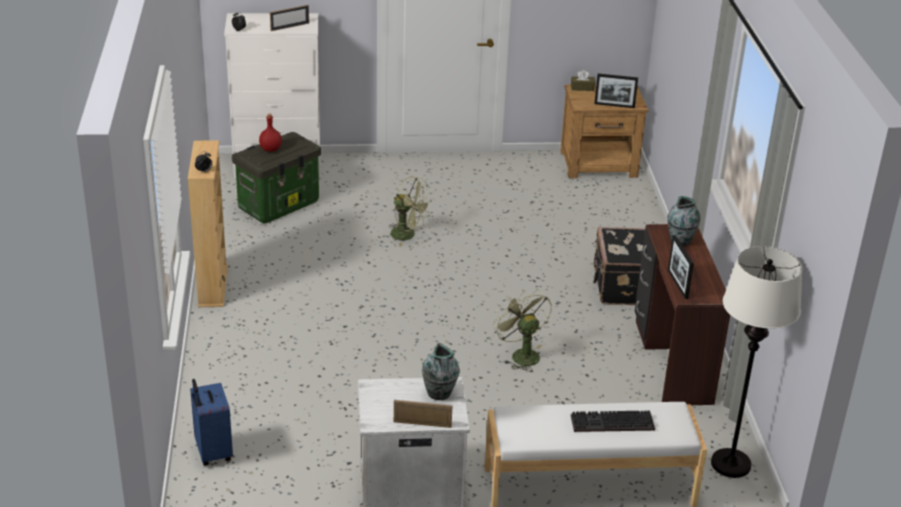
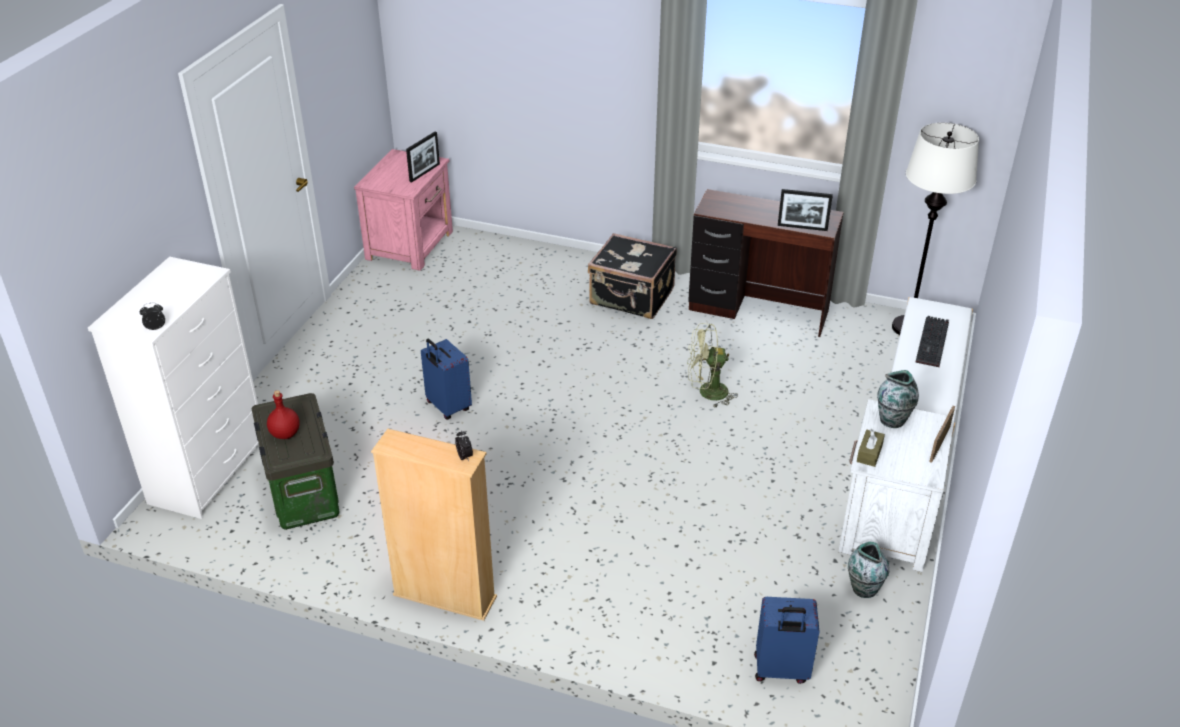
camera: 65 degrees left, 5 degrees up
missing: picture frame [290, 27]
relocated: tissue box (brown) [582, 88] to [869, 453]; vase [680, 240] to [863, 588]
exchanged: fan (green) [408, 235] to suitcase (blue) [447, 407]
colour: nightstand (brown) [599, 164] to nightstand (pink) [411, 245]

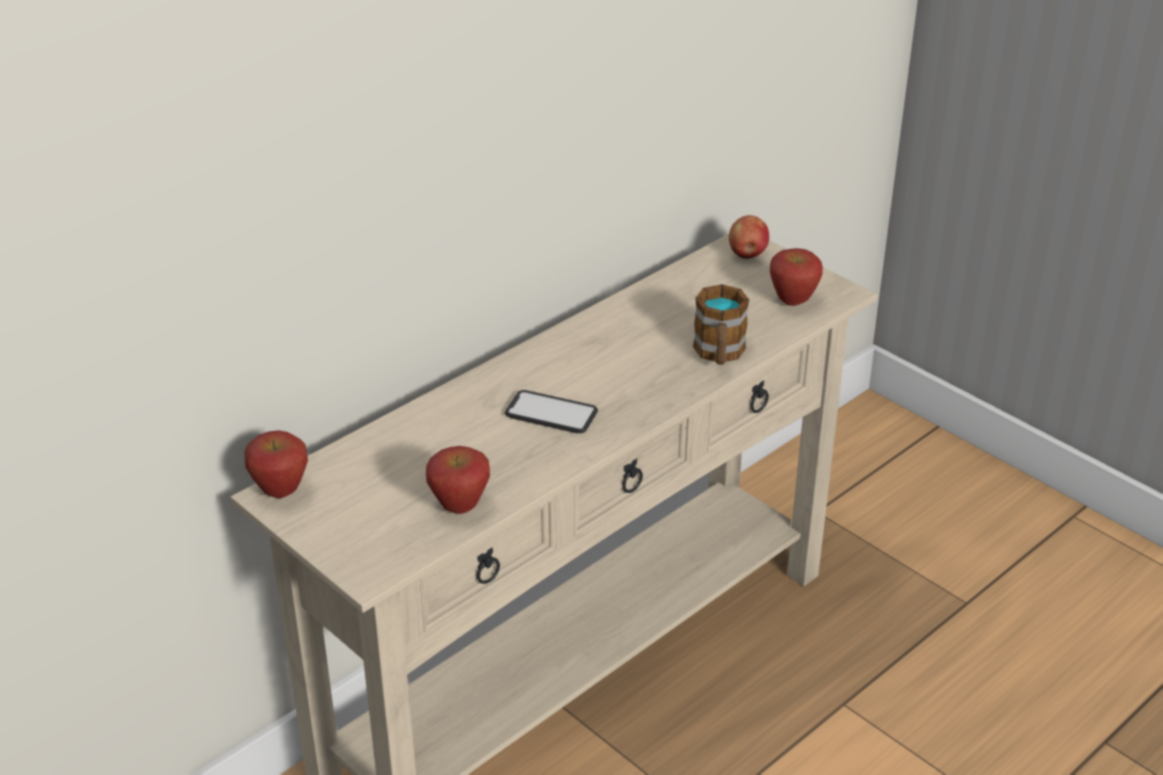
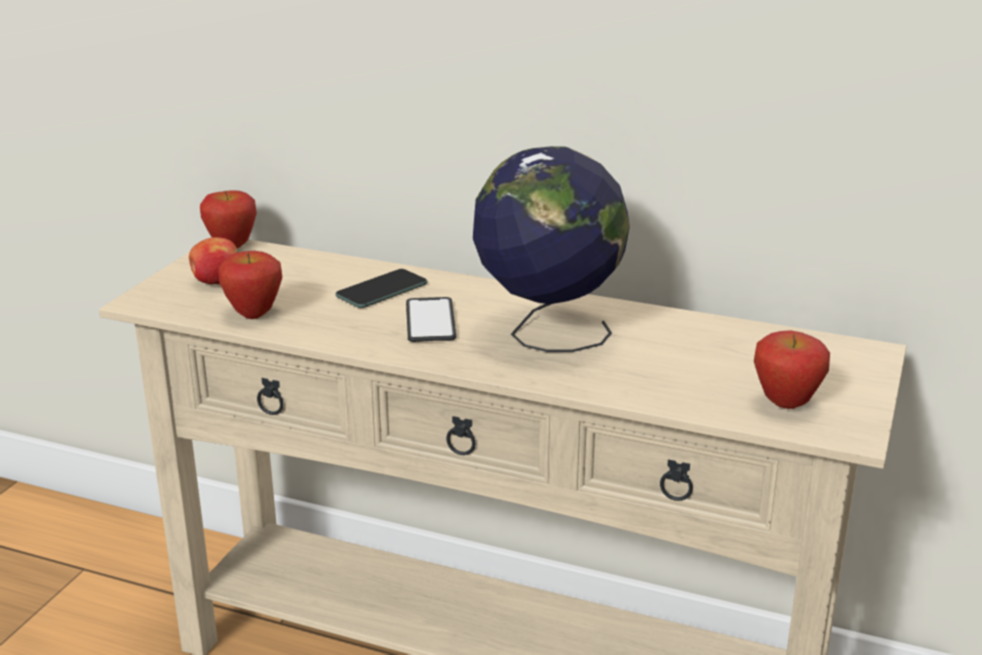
camera: 65 degrees right, 10 degrees down
missing: mug [719, 354]
appeared: phone [382, 290]; globe [547, 334]
relocated: apple [747, 254] to [216, 283]

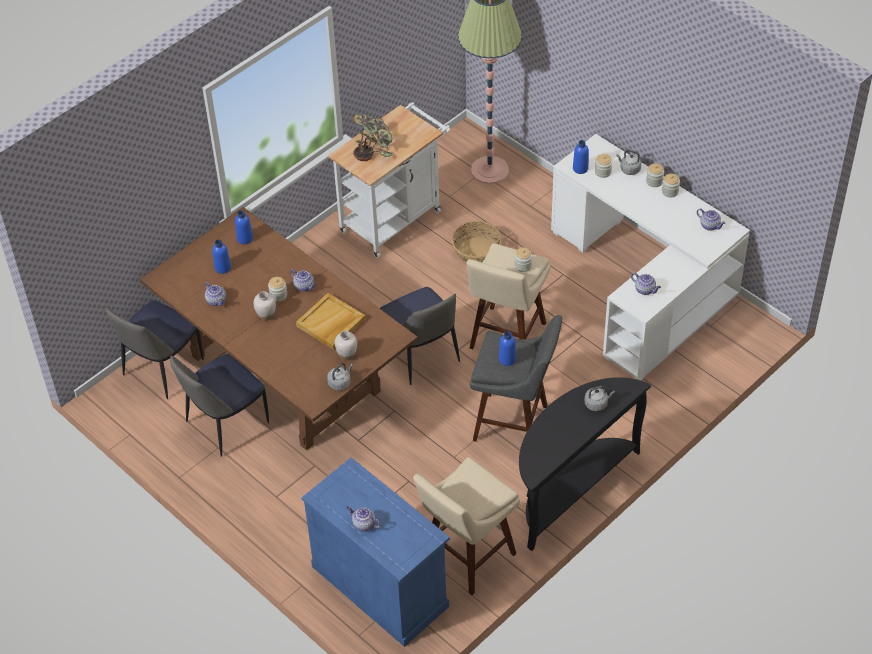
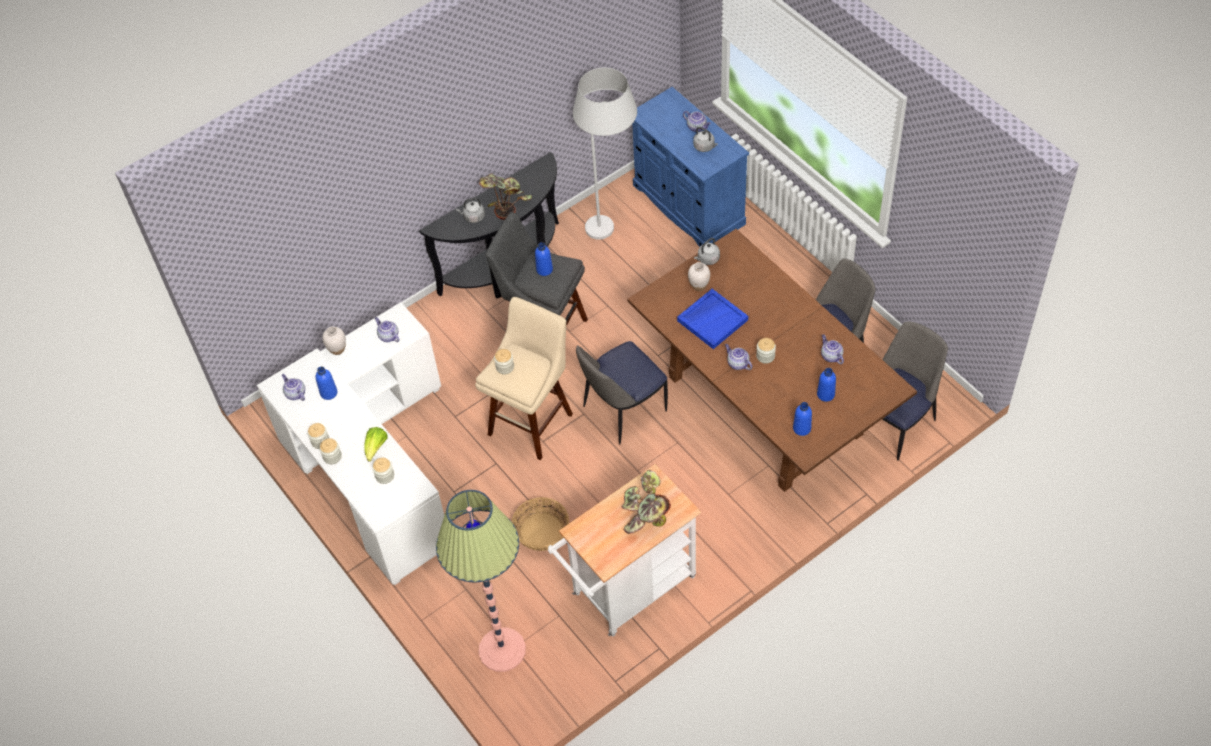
camera: 170 degrees left, 5 degrees up
appeared: lettuce [376, 448]; potted plant [505, 201]
relocated: vase (white) [266, 315] to [337, 349]; bottle (blue) [580, 168] to [328, 393]; kettle (grey) [629, 169] to [705, 147]
exchanged: stool (beige) [466, 558] to floor lamp (white) [612, 220]
colour: tray (beige) [331, 323] to tray (blue) [712, 320]
spun: chair [421, 356] = [623, 410] 105 degrees counterclockwise

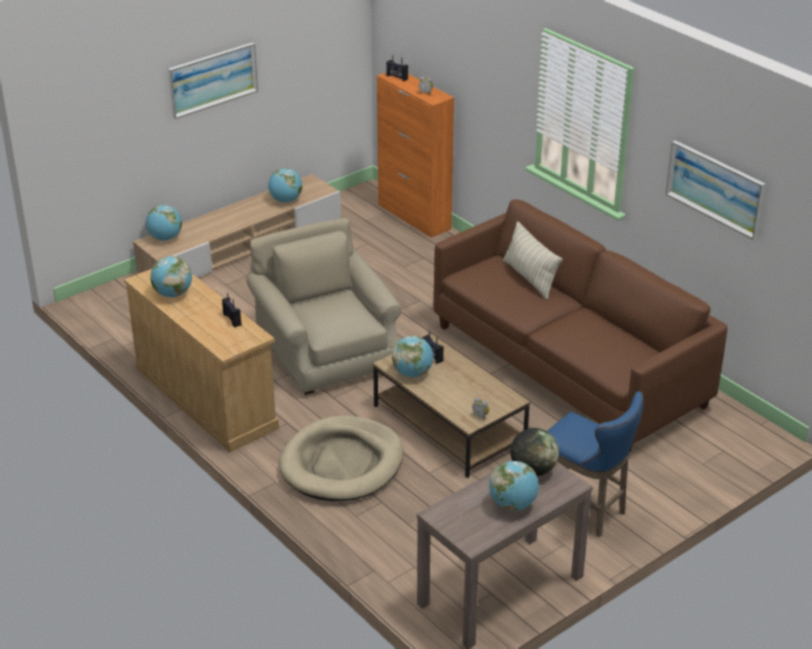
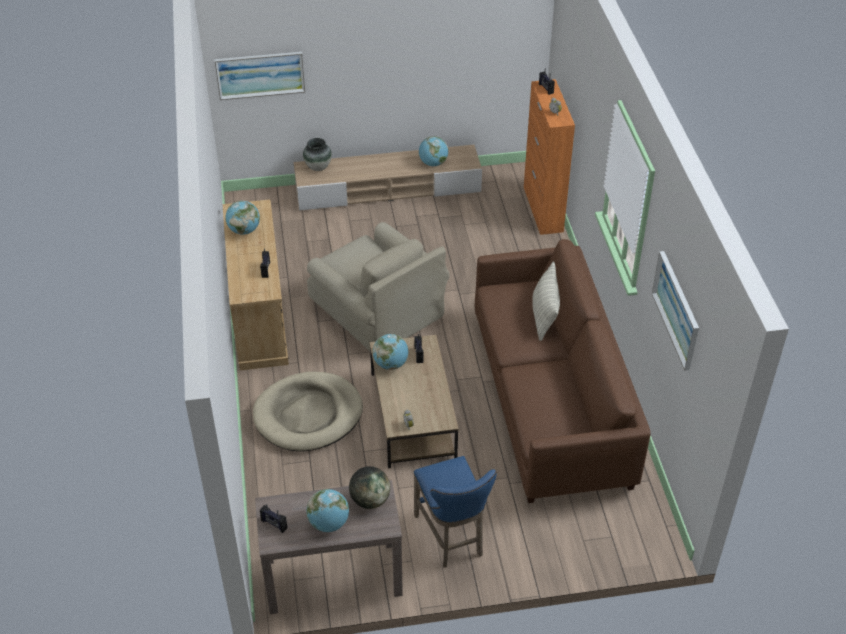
camera: 30 degrees right, 10 degrees up
appeared: radio [274, 524]
relocated: picture [212, 79] to [260, 75]
exchanged: globe [165, 238] to vase [318, 167]
spun: armchair (beige) [326, 350] = [376, 309] 135 degrees clockwise

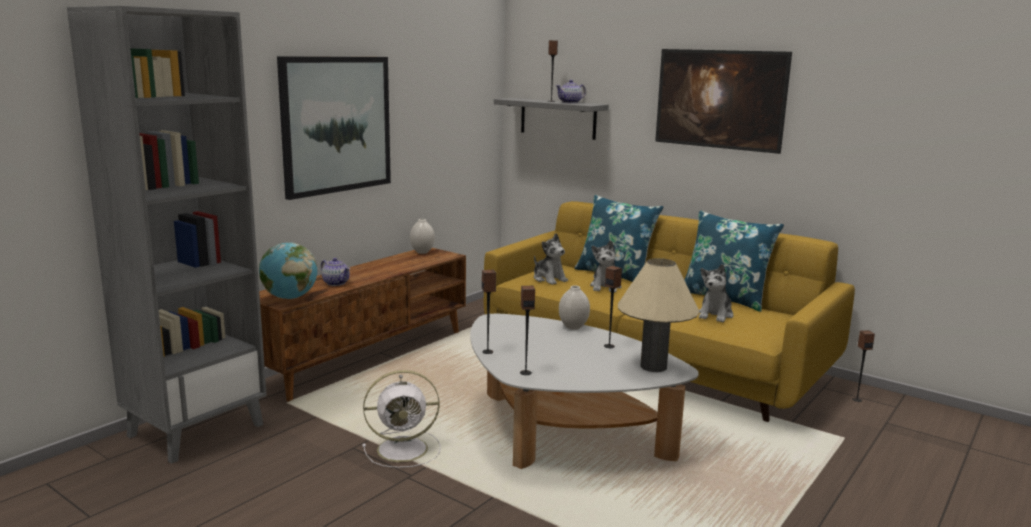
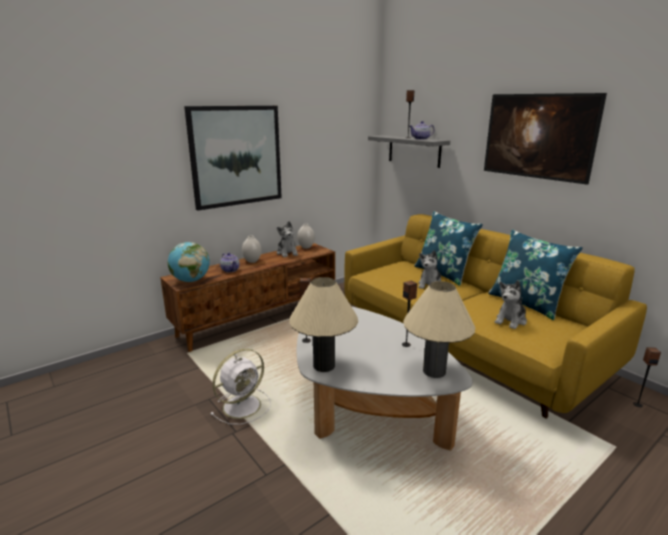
camera: 15 degrees right, 5 degrees up
missing: bookcase (grey) [196, 429]
relocated: plush toy [549, 279] to [287, 253]; vase (white) [573, 327] to [252, 261]
exchanged: speaker [525, 372] to table lamp (beige) [324, 365]
spun: fan (white) [405, 449] = [243, 405] 45 degrees counterclockwise

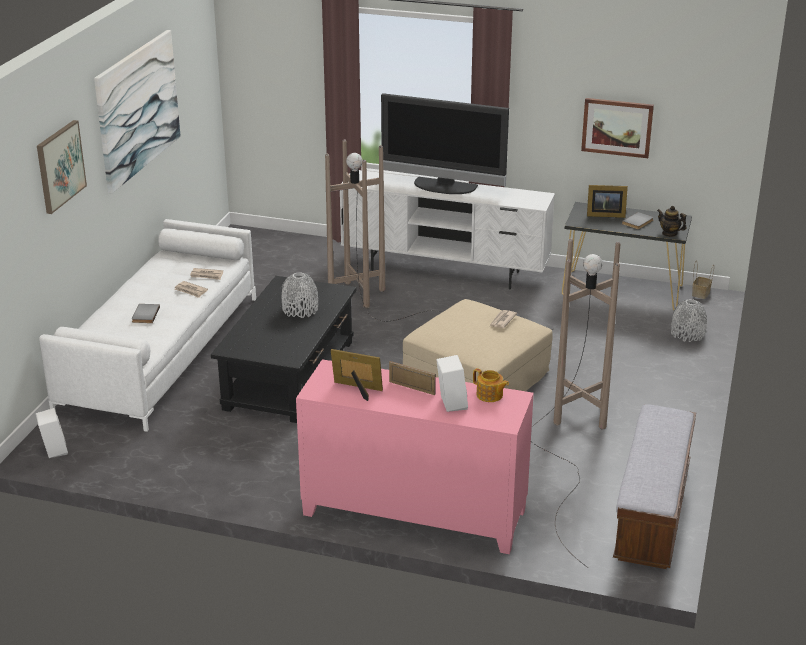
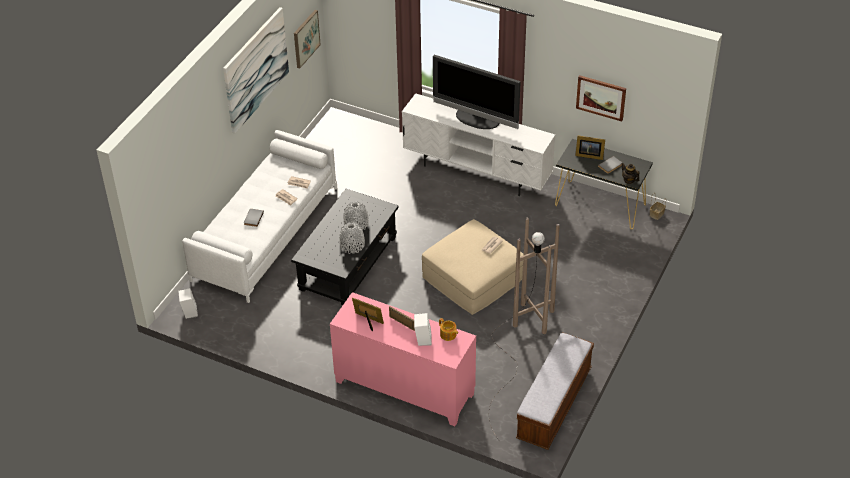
camera: 10 degrees right, 15 degrees up
missing: floor lamp (brown) [397, 308]
relocated: picture [60, 166] to [306, 38]; vase (grey) [687, 334] to [352, 245]

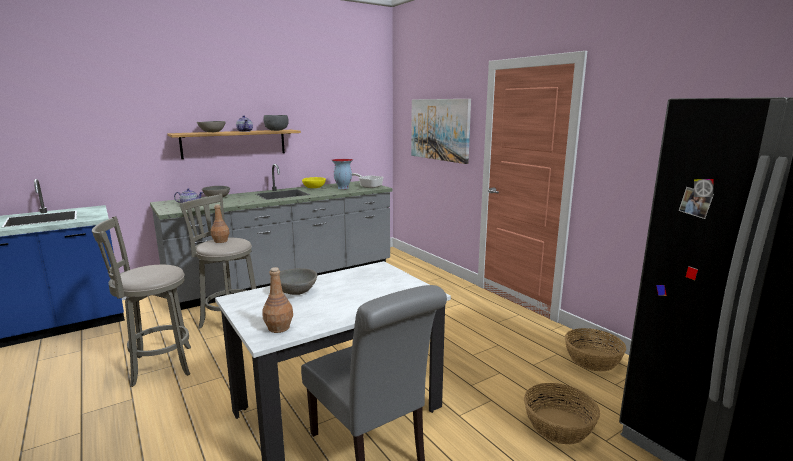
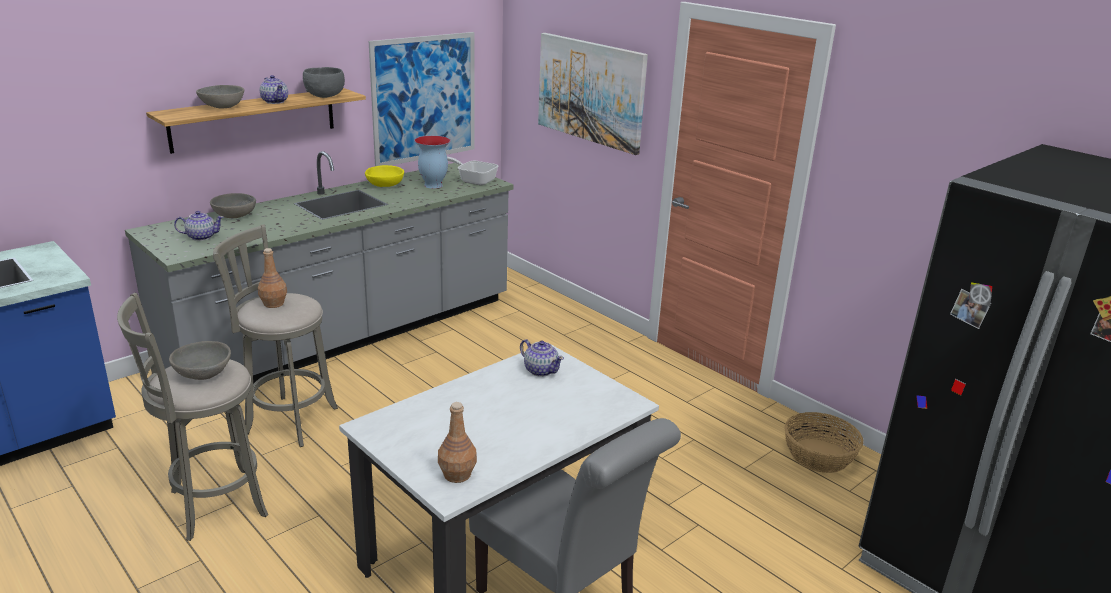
camera: 10 degrees left, 10 degrees up
missing: basket [559, 426]
appeared: picture [424, 98]; teapot [540, 370]
relocated: bowl (grey) [296, 292] to [203, 374]

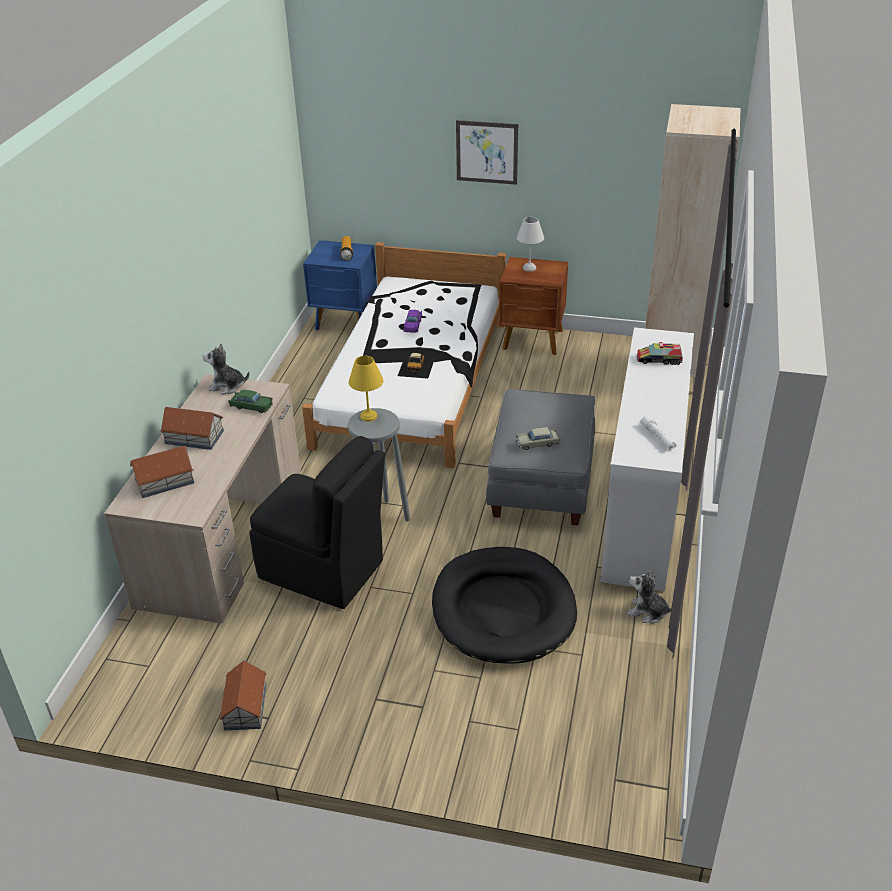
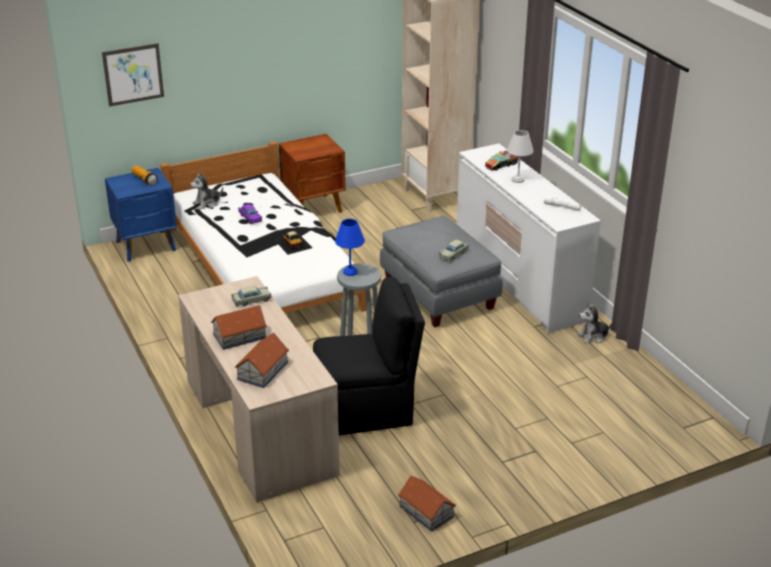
camera: 40 degrees left, 5 degrees down
missing: dog bed (black) [503, 609]
relocated: plush toy [227, 386] to [207, 203]; picture [487, 152] to [133, 74]; table lamp (white) [529, 268] to [517, 179]
colour: toy car (green) [251, 406] to toy car (beige) [251, 300]; table lamp (yellow) [369, 417] to table lamp (blue) [351, 272]

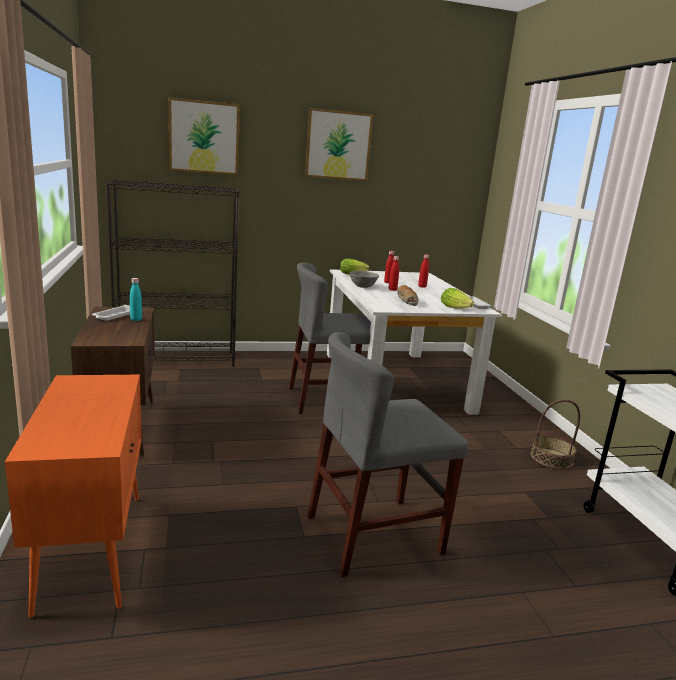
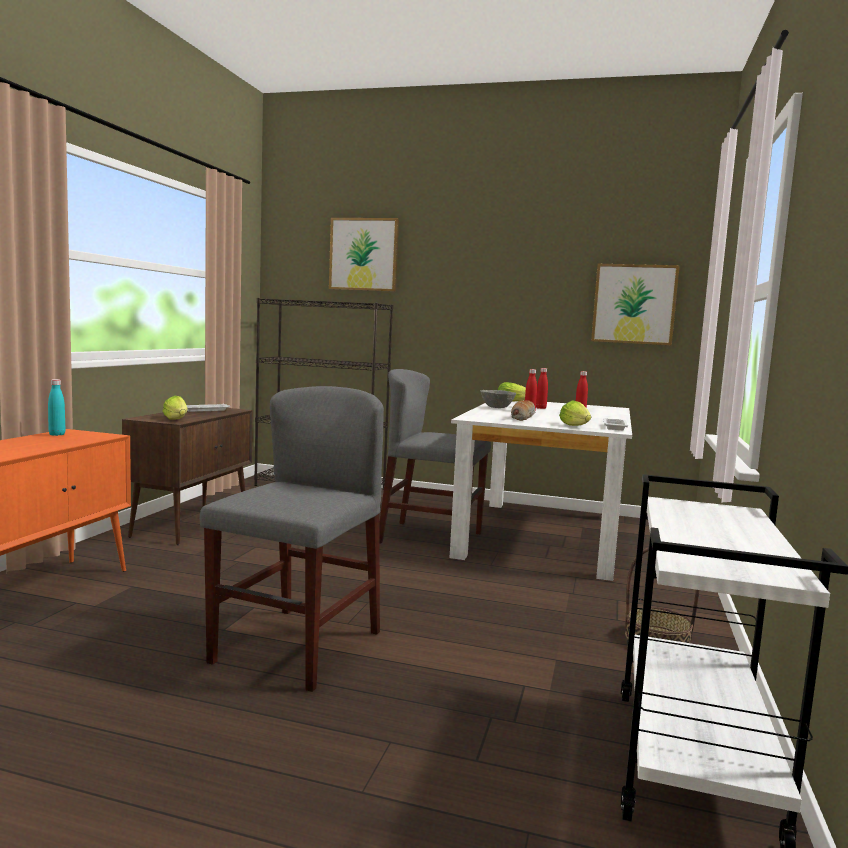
camera: 30 degrees right, 10 degrees down
appeared: lettuce [177, 420]
relocated: bottle (turquoise) [136, 319] to [57, 434]; picture [338, 145] to [634, 304]
spun: chair (grey) [374, 534] = [297, 647] 105 degrees clockwise

